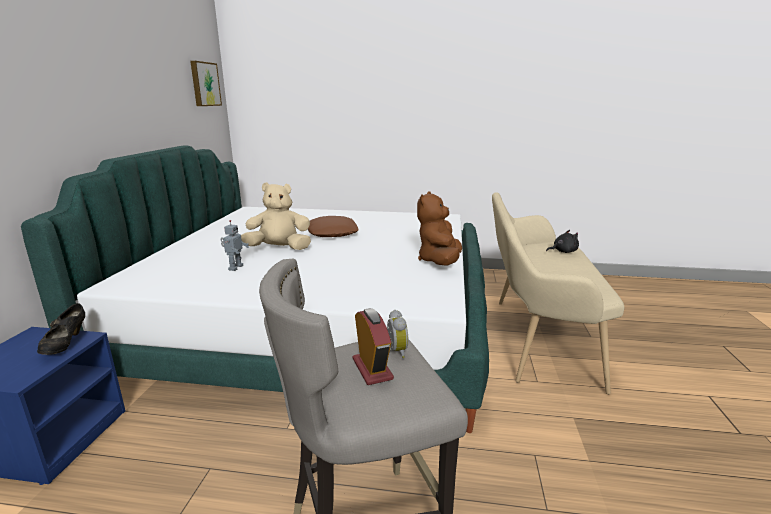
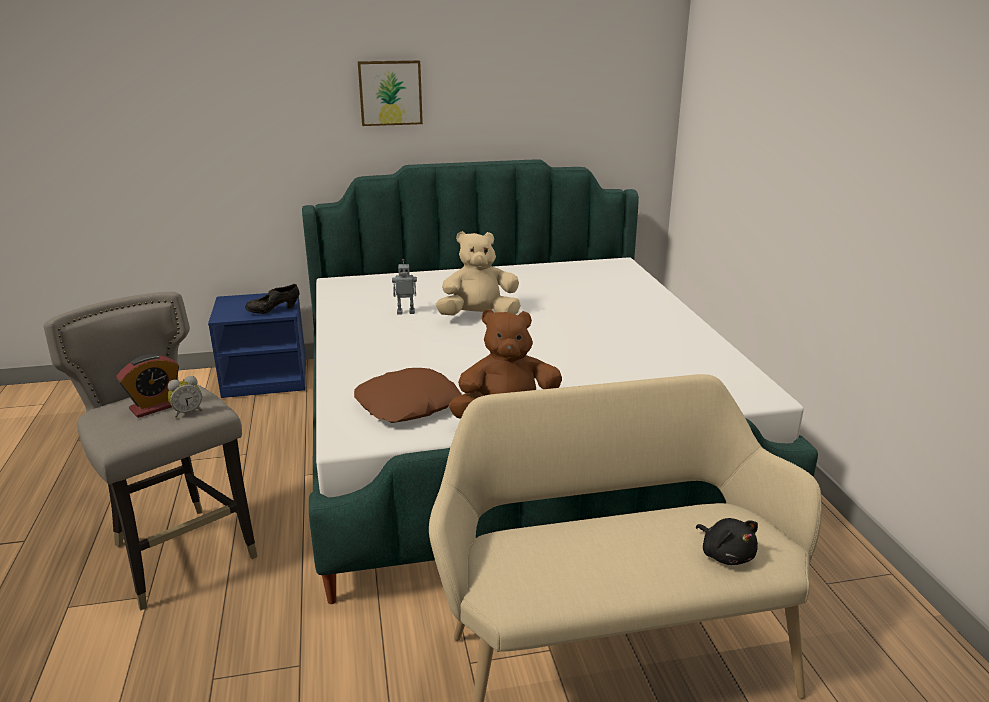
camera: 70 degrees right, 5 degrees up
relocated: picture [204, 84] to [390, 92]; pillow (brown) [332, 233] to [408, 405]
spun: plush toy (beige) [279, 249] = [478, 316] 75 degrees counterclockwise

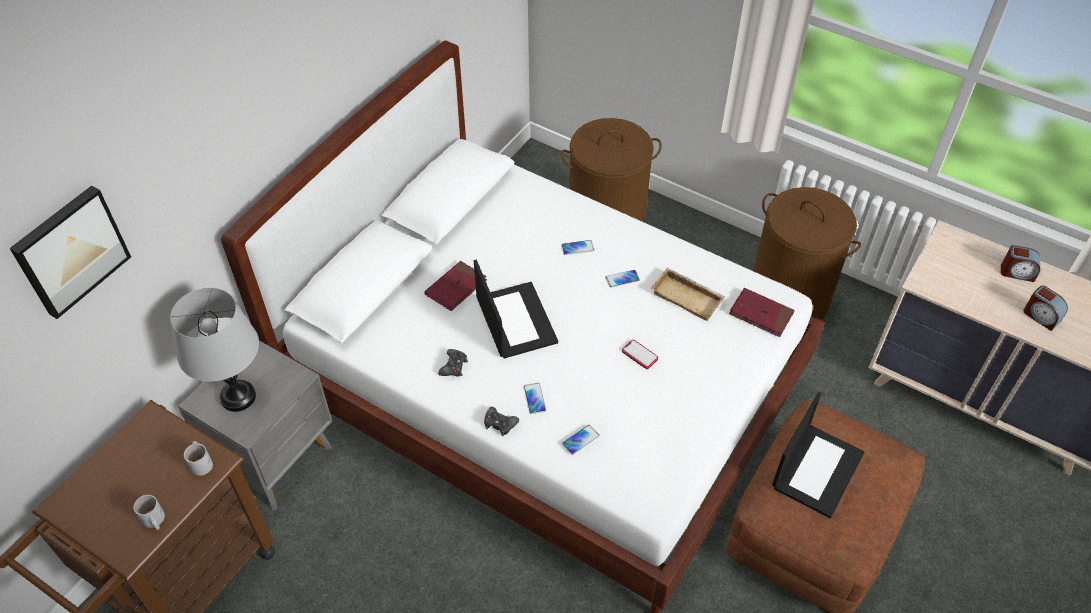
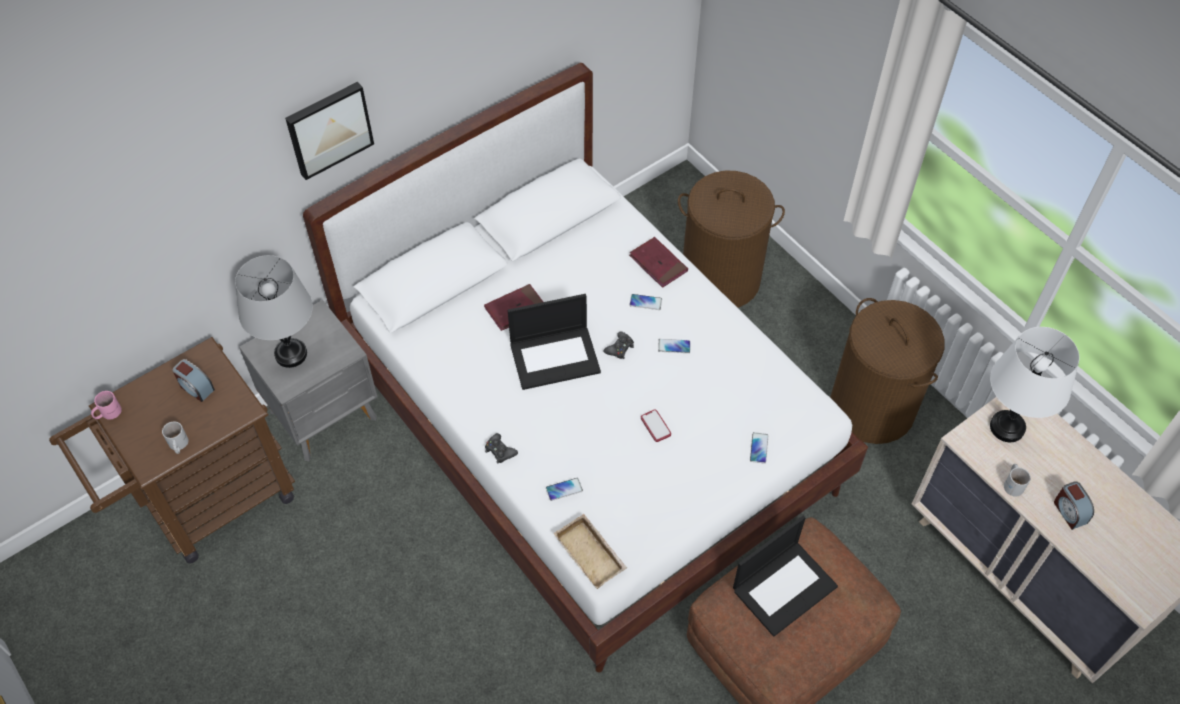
camera: 20 degrees right, 5 degrees up
appeared: mug (pink) [107, 413]; table lamp (white) [1007, 427]
relocated: picture [70, 250] to [328, 128]; mug (white) [202, 462] to [1013, 483]; game controller (black) [454, 366] to [620, 348]; phone [534, 398] to [759, 448]; tray (beige) [688, 297] to [592, 554]; book (red) [761, 314] to [658, 264]; alarm clock [1017, 272] to [196, 387]
spun: laptop [515, 320] = [555, 357] 75 degrees clockwise

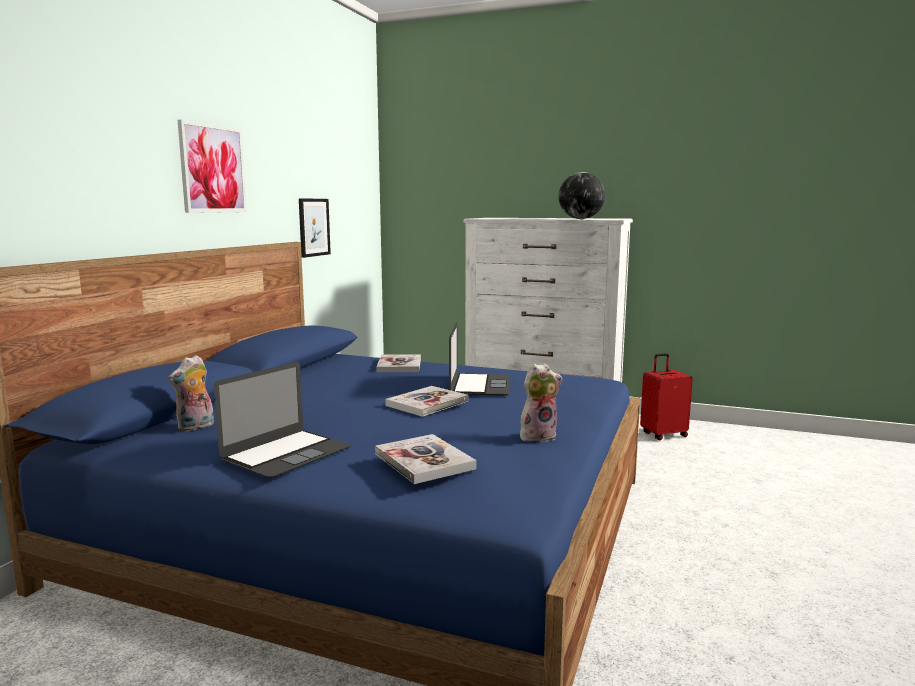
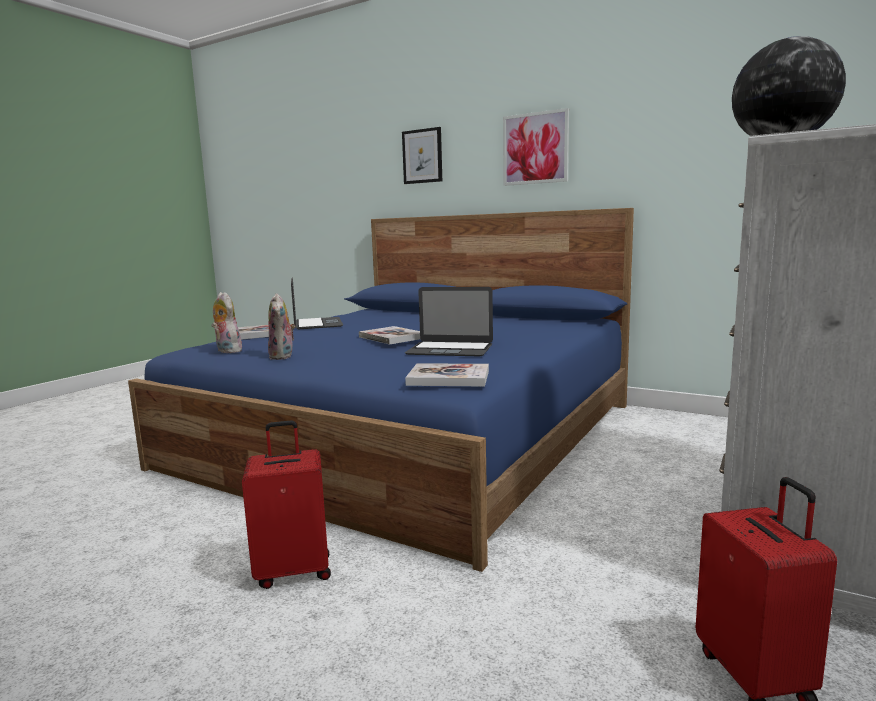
camera: 100 degrees right, 0 degrees up
appeared: suitcase (red) [294, 571]
relocated: plush toy [196, 427] to [227, 351]; picture [314, 227] to [422, 156]; book [399, 365] to [448, 378]
spun: laptop [286, 453] = [317, 323] 150 degrees counterclockwise

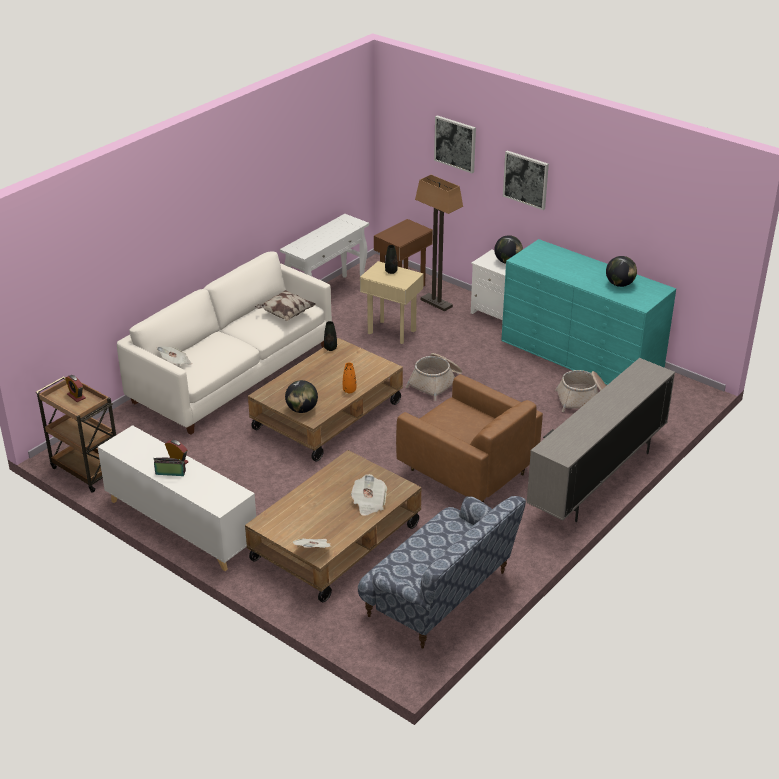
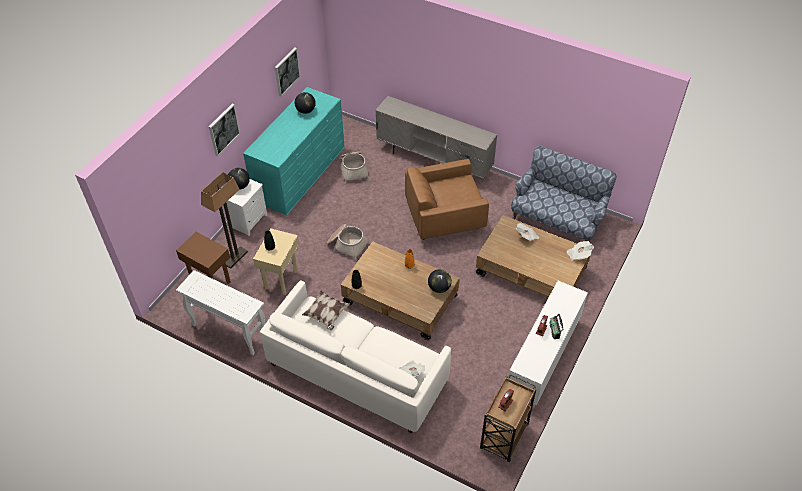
camera: 100 degrees left, 15 degrees up
relocated: picture [455, 143] to [286, 71]
spun: armchair (brown) [467, 472] = [444, 218] 135 degrees counterclockwise

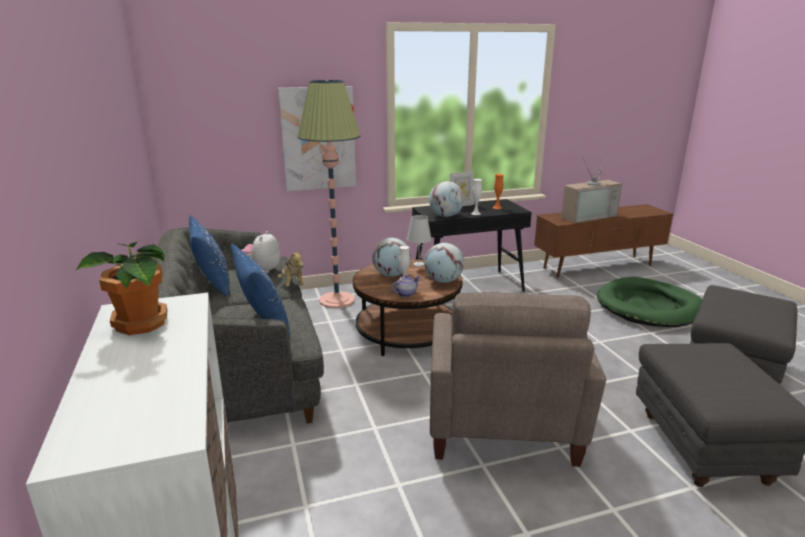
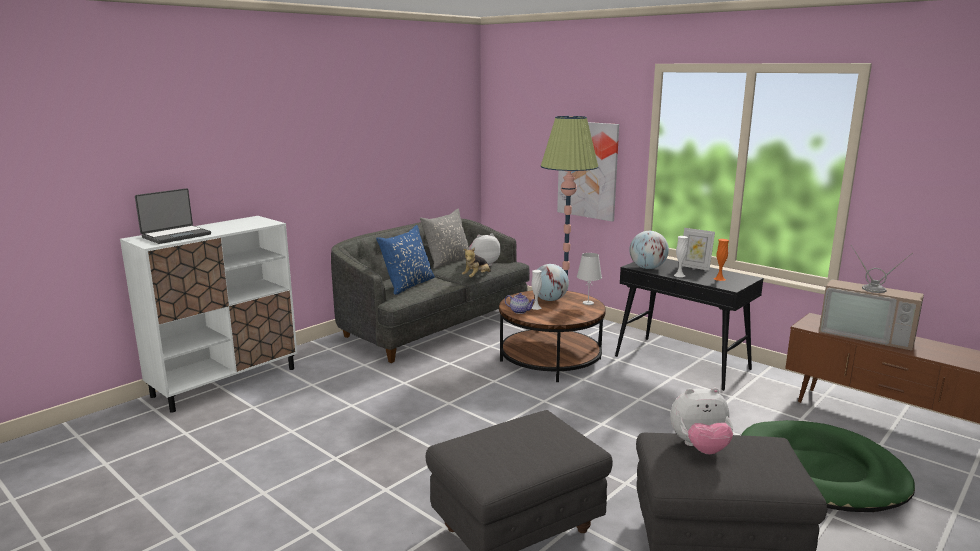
camera: 60 degrees right, 5 degrees down
missing: potted plant [140, 325]; globe [443, 281]; armchair (beige) [501, 427]
appeared: laptop [176, 235]; plush toy [699, 448]
colour: pillow (blue) [213, 283] to pillow (grey) [447, 261]

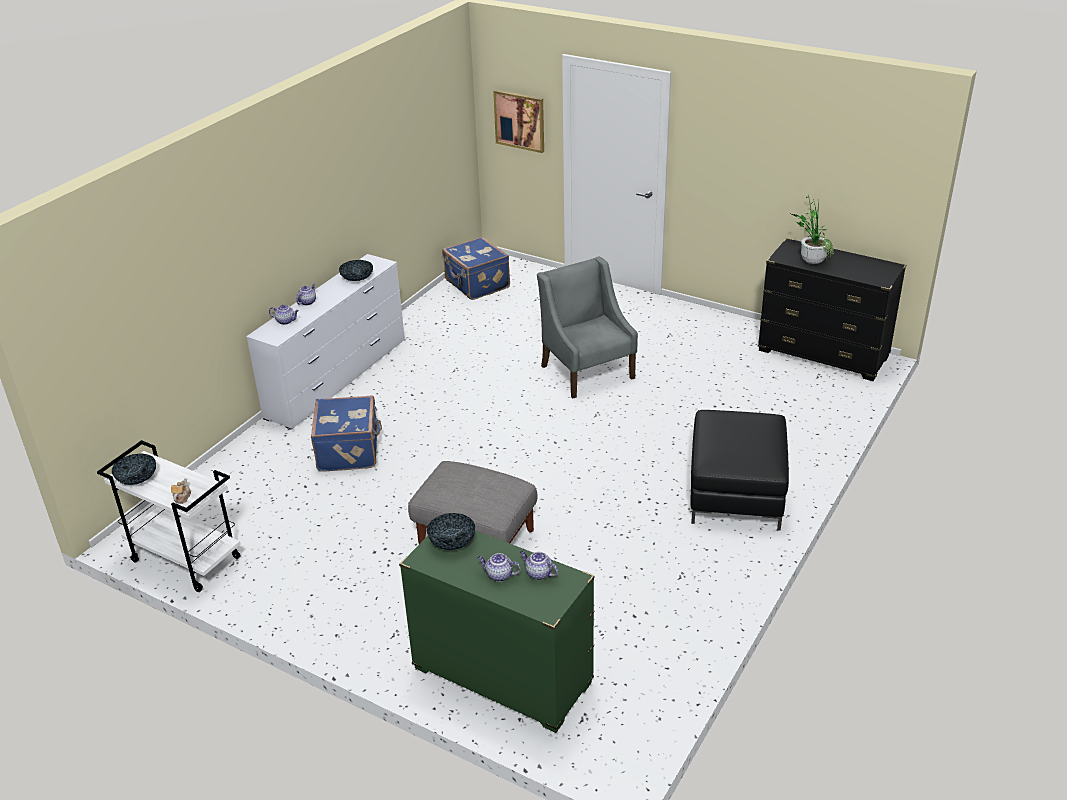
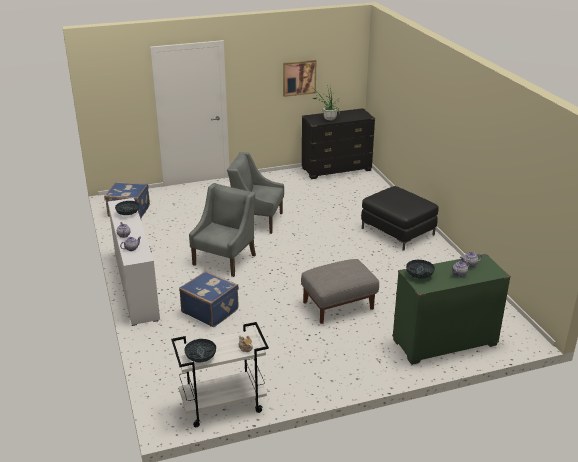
camera: 50 degrees left, 5 degrees down
appeared: armchair (grey) [225, 259]
relocated: picture [520, 120] to [299, 77]

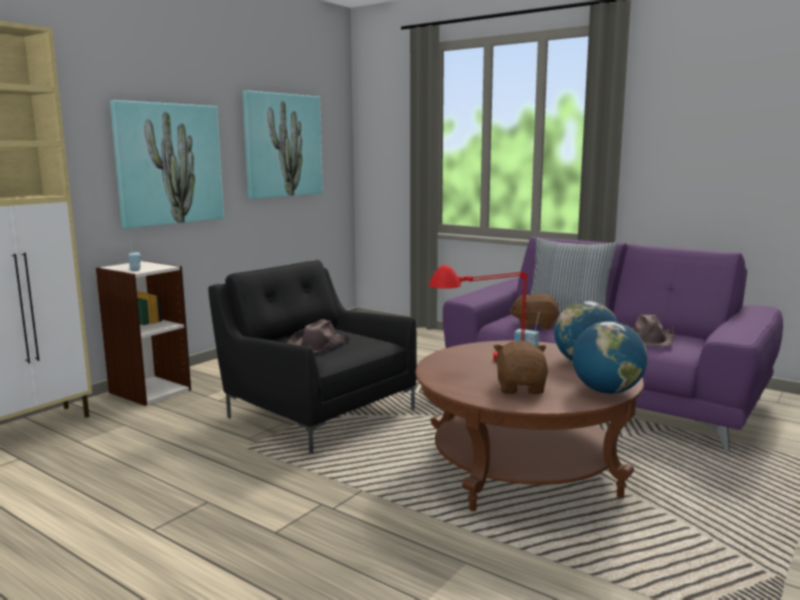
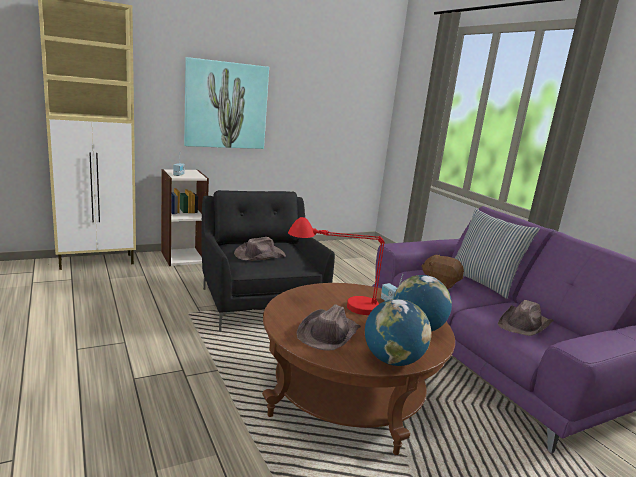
camera: 25 degrees right, 5 degrees up
missing: picture [282, 145]
exchanged: plush toy (brown) [521, 388] to hat (brown) [328, 333]

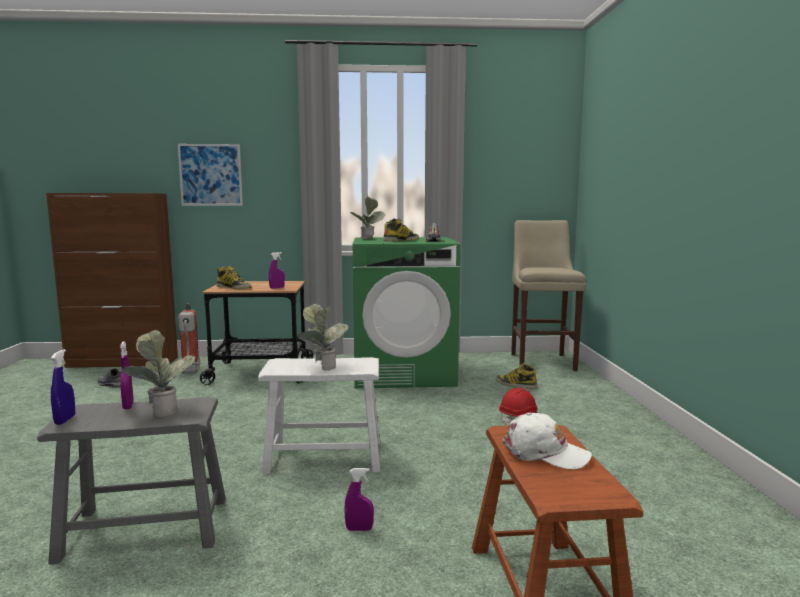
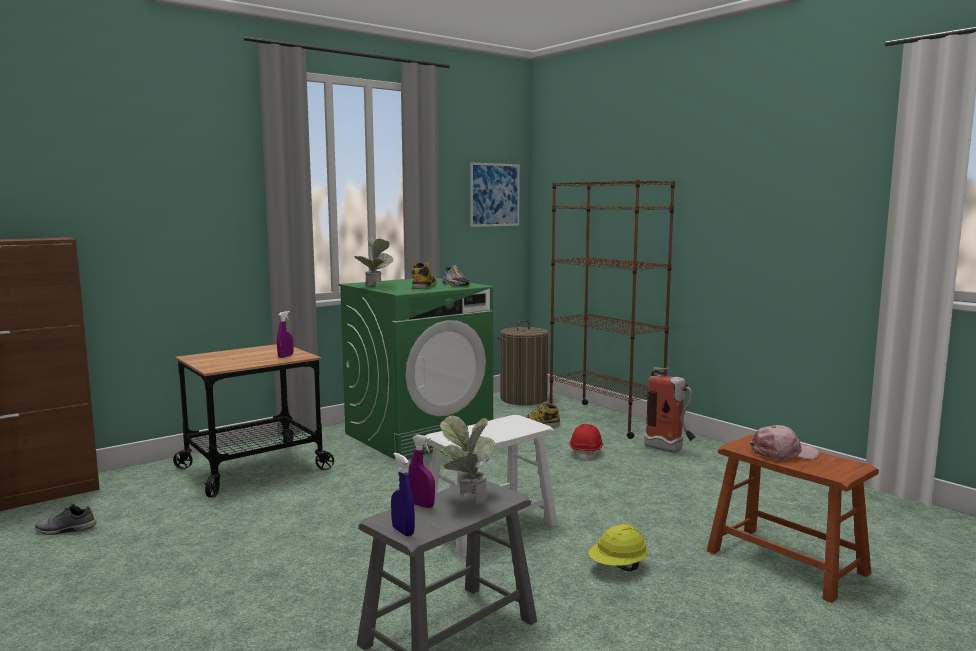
camera: 35 degrees left, 0 degrees up
missing: boot [234, 288]; potted plant [322, 367]
appeared: bookcase (brown) [605, 420]
relocated: picture [210, 175] to [494, 195]; fire extinguisher [190, 372] to [670, 450]
exchanged: spray bottle (purple) [359, 529] to hard hat (yellow) [618, 567]; stool (beige) [542, 361] to laundry basket [523, 399]
colour: cap (white) [545, 452] to cap (pink) [783, 453]

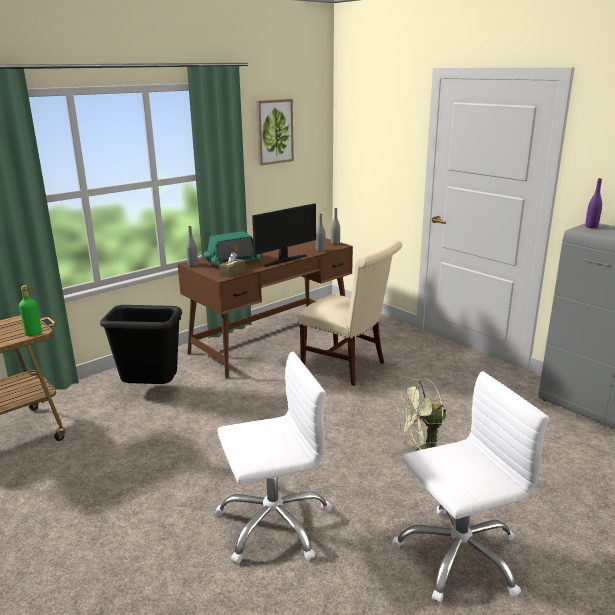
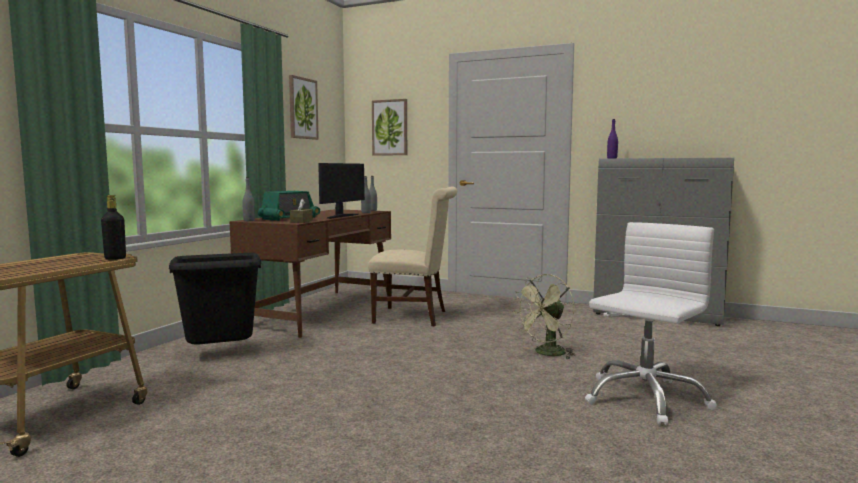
camera: 25 degrees left, 15 degrees down
missing: office chair (white) [274, 523]
appeared: picture [390, 127]
colour: bottle (green) [33, 333] to bottle (black) [115, 258]

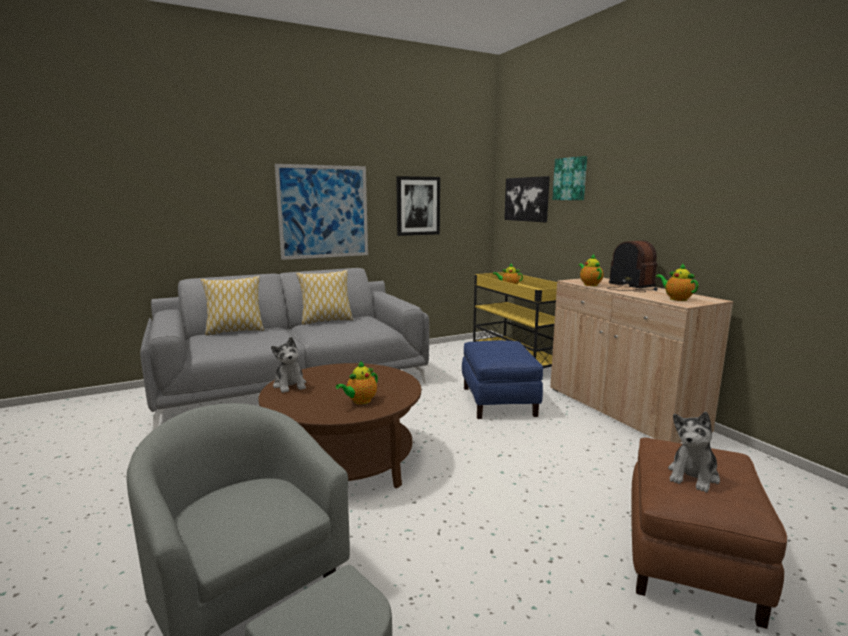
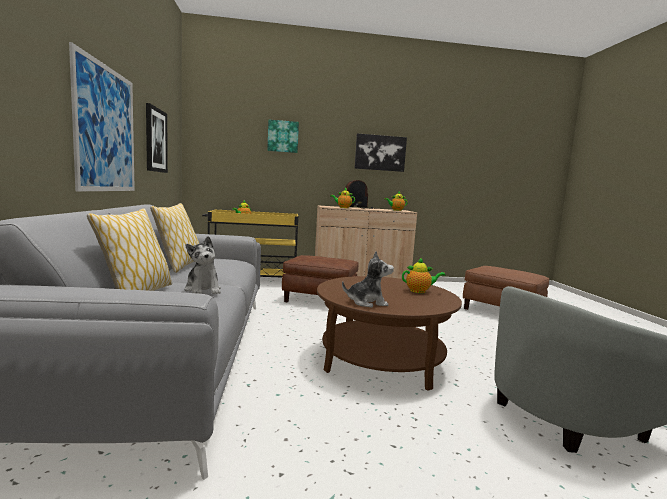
camera: 70 degrees left, 5 degrees down
relocated: picture [527, 199] to [380, 153]; plush toy [693, 476] to [203, 290]
colour: ottoman (blue) [499, 401] to ottoman (brown) [320, 300]
spun: teapot [360, 401] = [419, 291] 60 degrees counterclockwise

